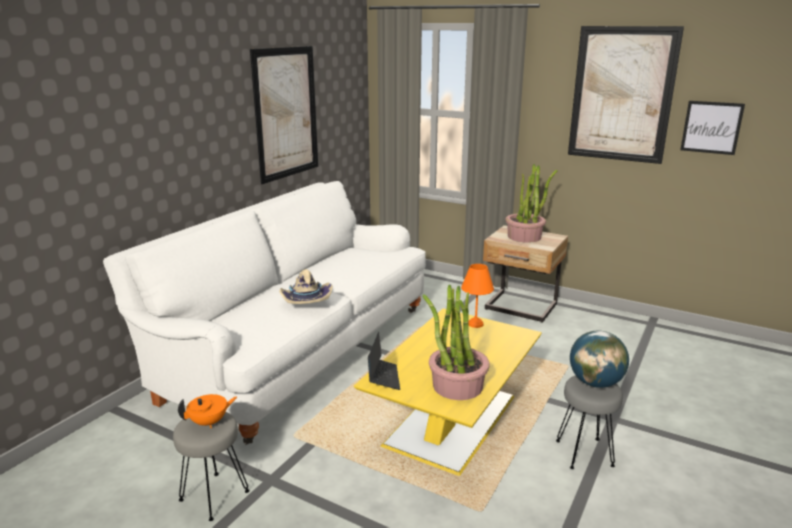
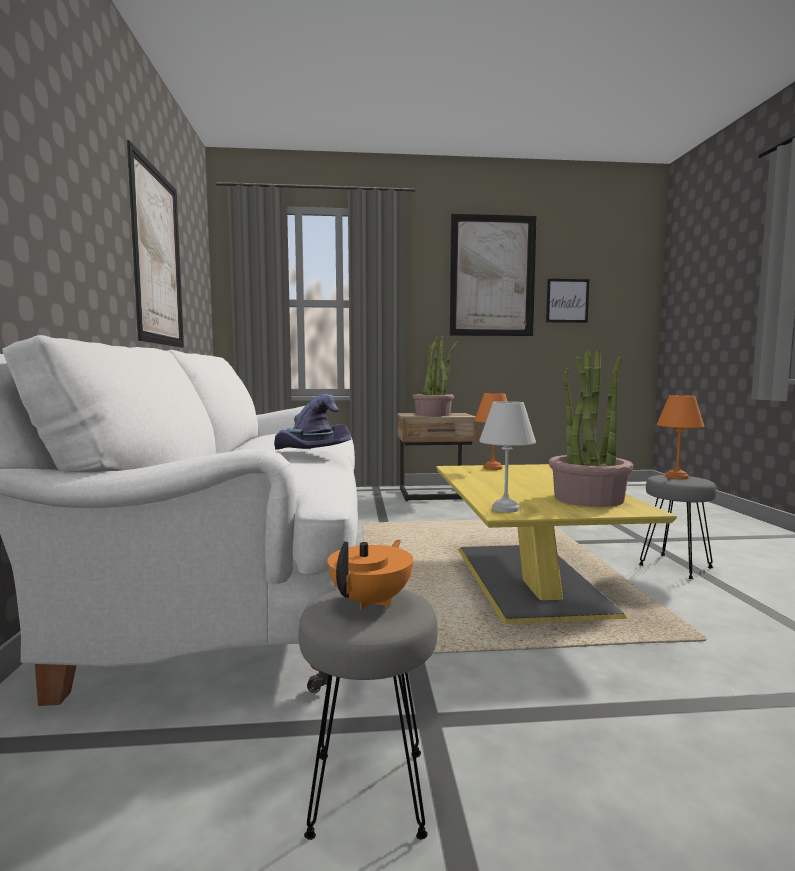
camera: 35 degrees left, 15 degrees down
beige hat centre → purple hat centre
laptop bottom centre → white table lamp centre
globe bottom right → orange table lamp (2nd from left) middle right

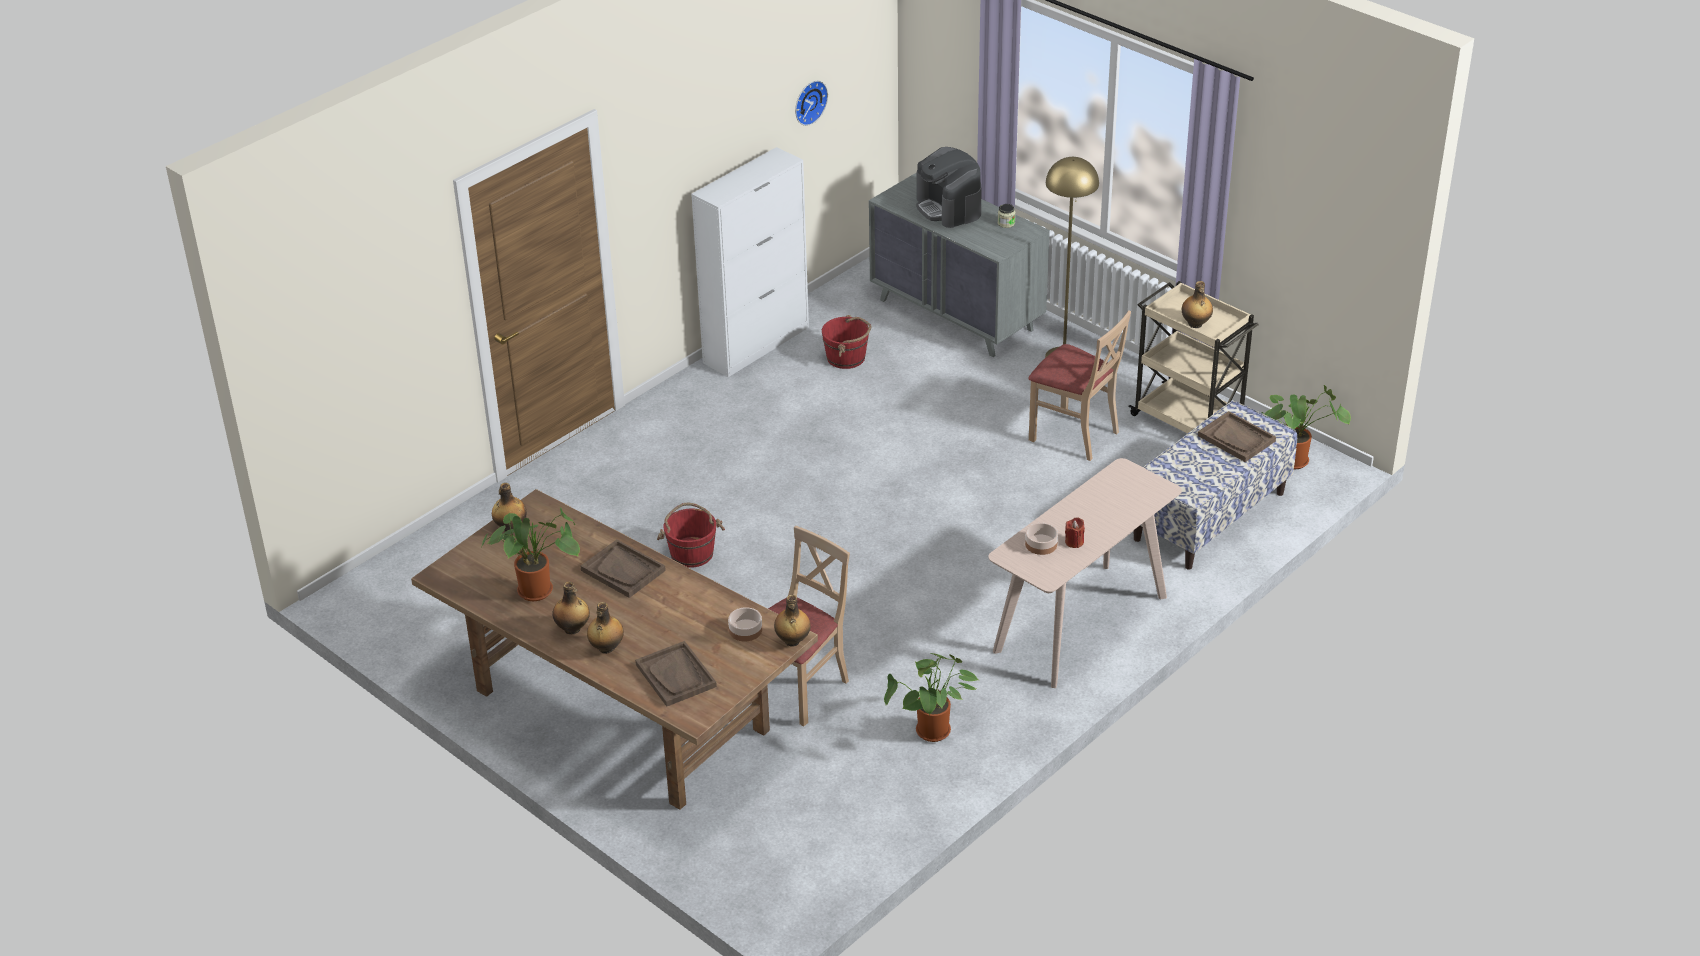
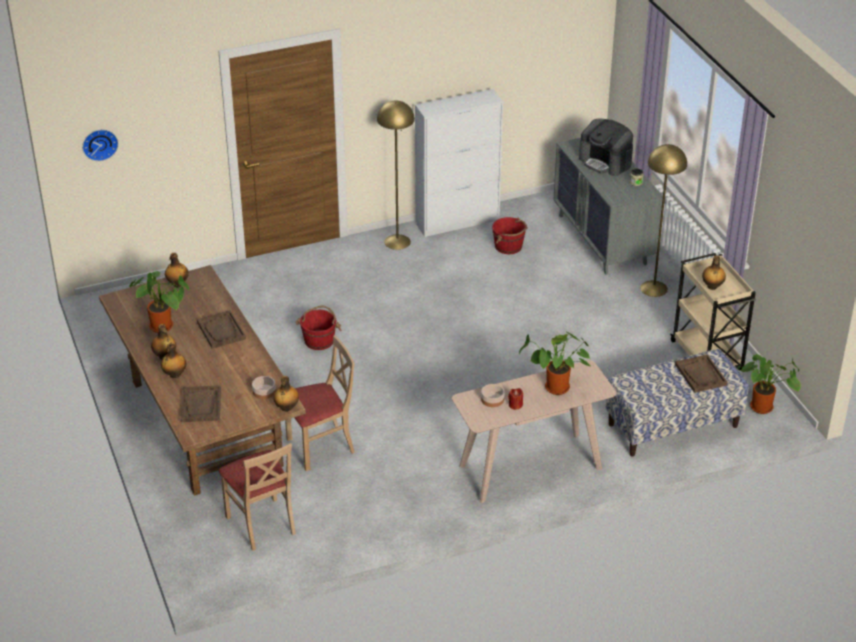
camera: 25 degrees right, 0 degrees up
wall clock top centre → wall clock top left, move
coffee machine top centre → coffee machine top right, 45 degrees counterclockwise
beige chair (2nd from left in the first image) centre → beige chair (1st from left) bottom left, move
potted plant (2nd from left) bottom centre → potted plant (2nd from left) centre, move
- → yellow floor lamp (1st from left) top centre

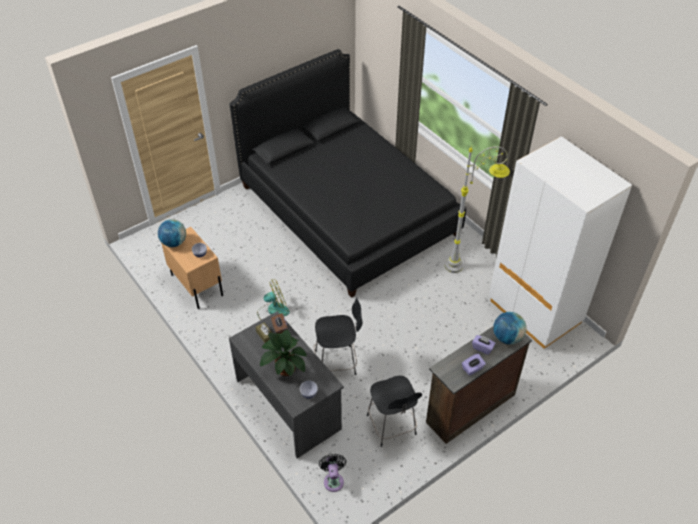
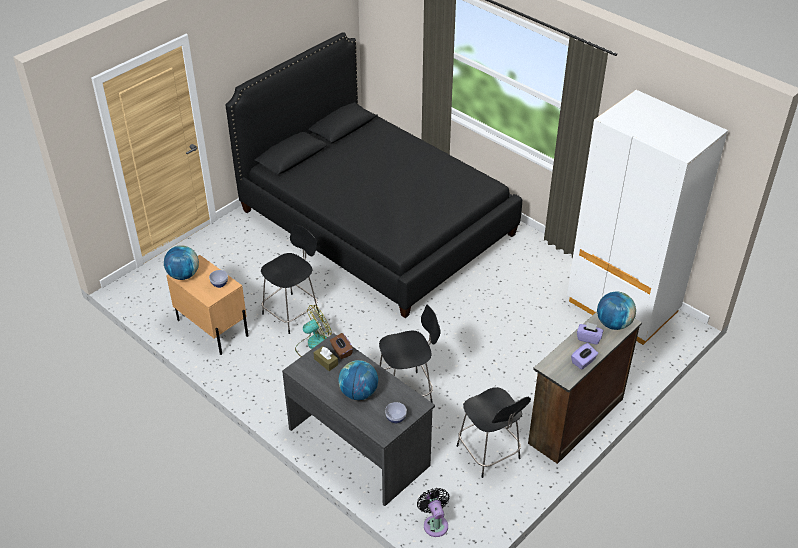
camera: 10 degrees left, 5 degrees down
grey floor lamp middle right → -
potted plant bottom centre → globe (2nd from left) bottom centre
- → black chair (1st from left) centre

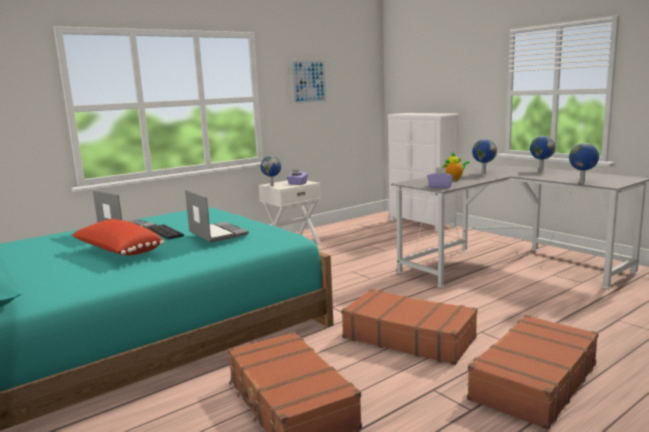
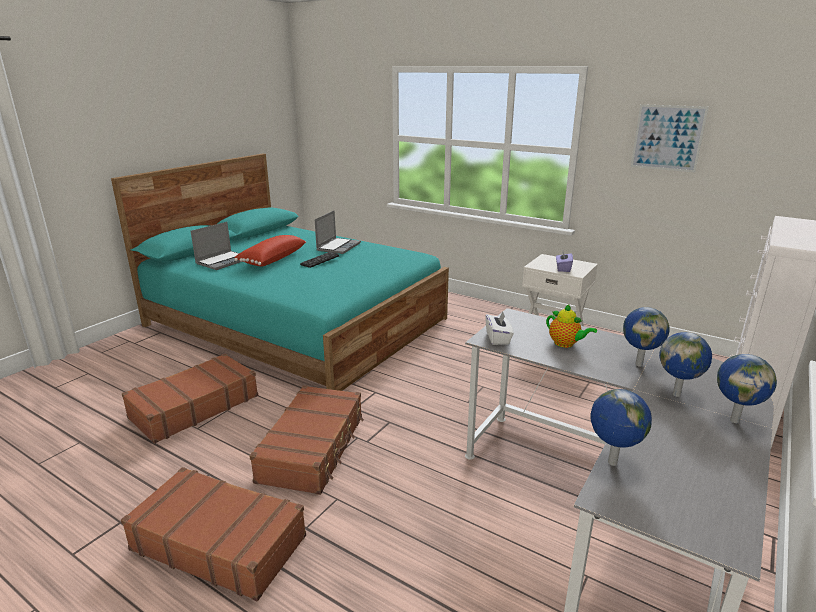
camera: 70 degrees right, 10 degrees up
globe (1st from left in the first image) centre → globe (3rd from left) middle right, move
purple tissue box (2nd from left) middle right → white tissue box centre
laptop (2nd from left in the first image) centre → laptop (1st from left) middle left, move

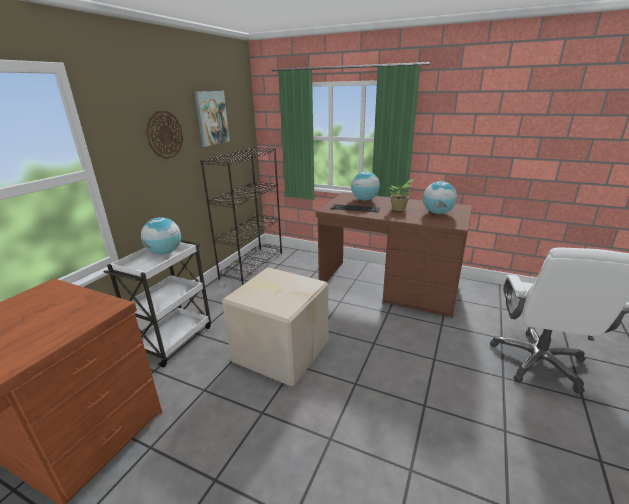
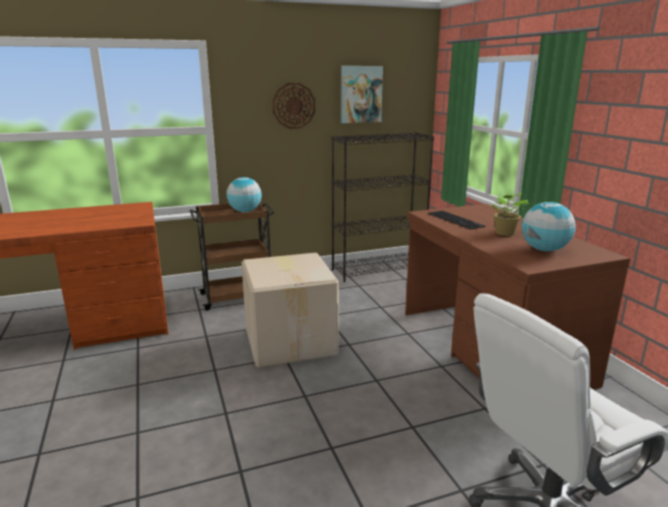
camera: 45 degrees right, 5 degrees down
globe (2nd from left) centre → -
white cart middle left → brown cart centre

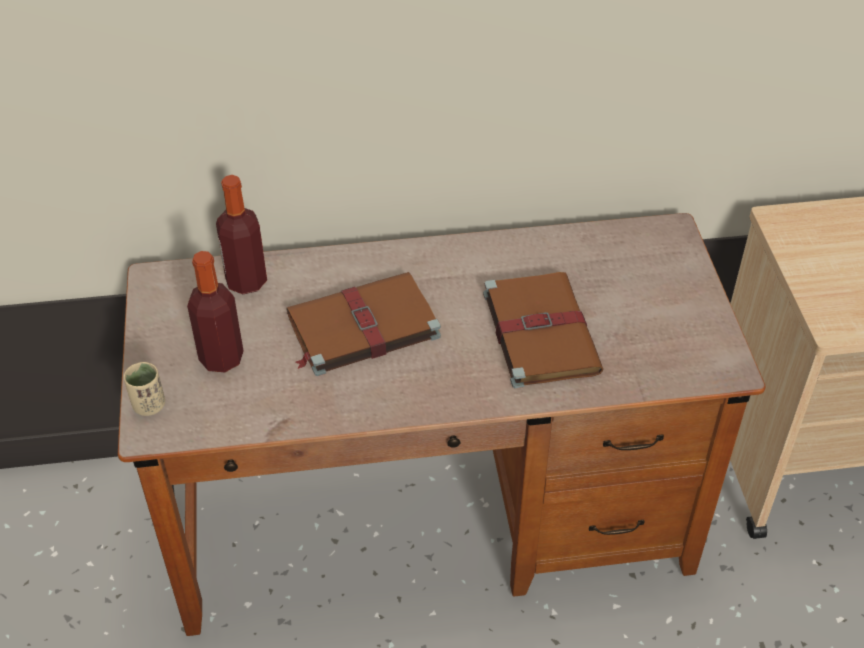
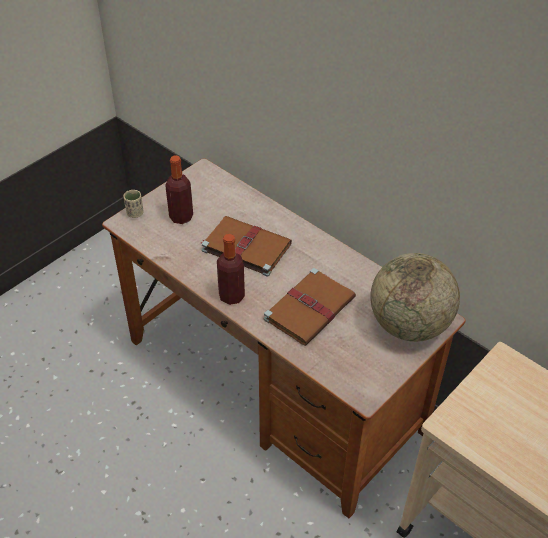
camera: 50 degrees right, 0 degrees up
bottle (2nd from left) middle left → bottle (2nd from left) centre, move
- → globe middle right

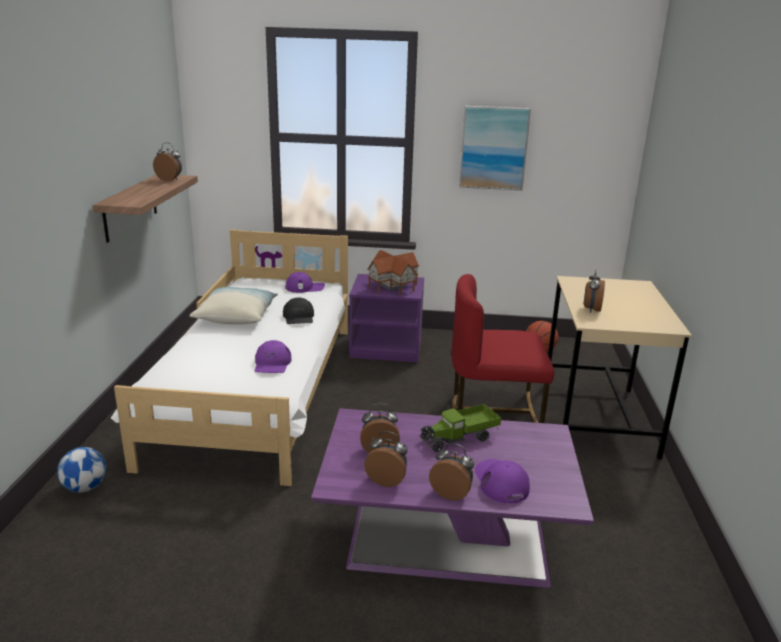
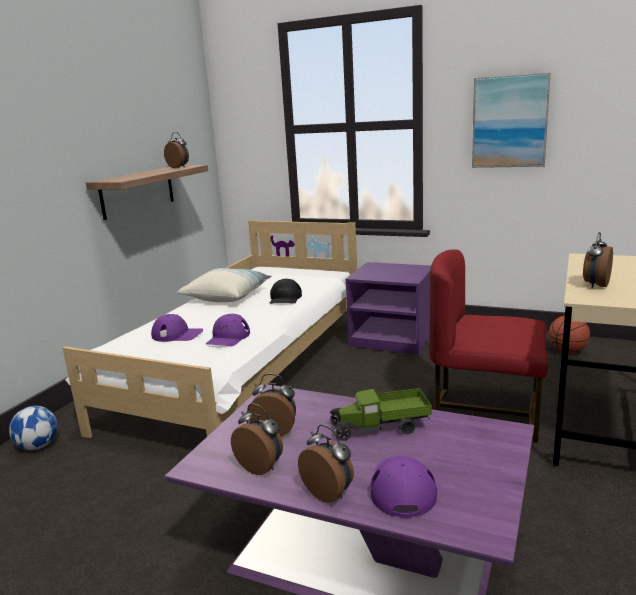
camera: 20 degrees right, 5 degrees down
toy house centre → -
purple cap (2nd from left in the first image) centre → purple cap (1st from left) middle left, move

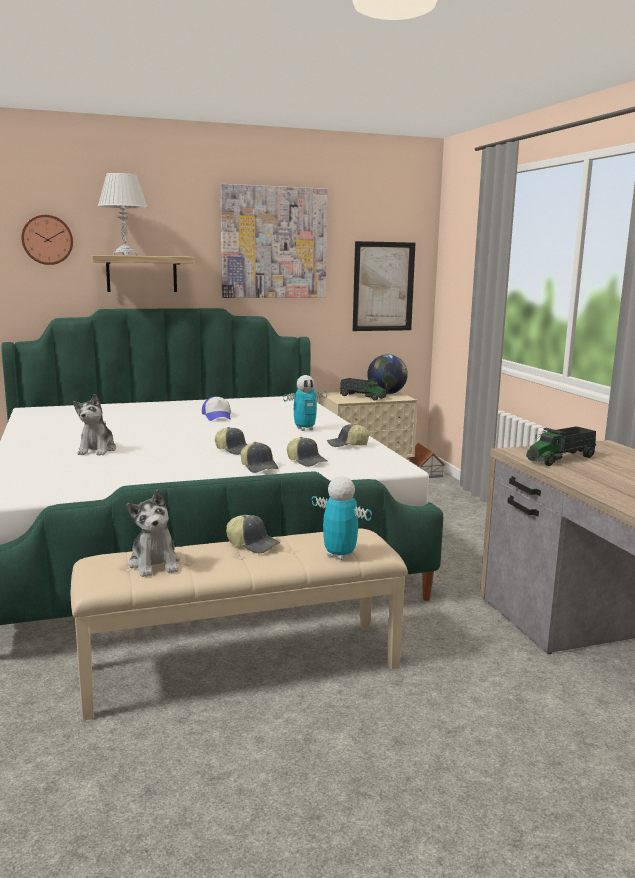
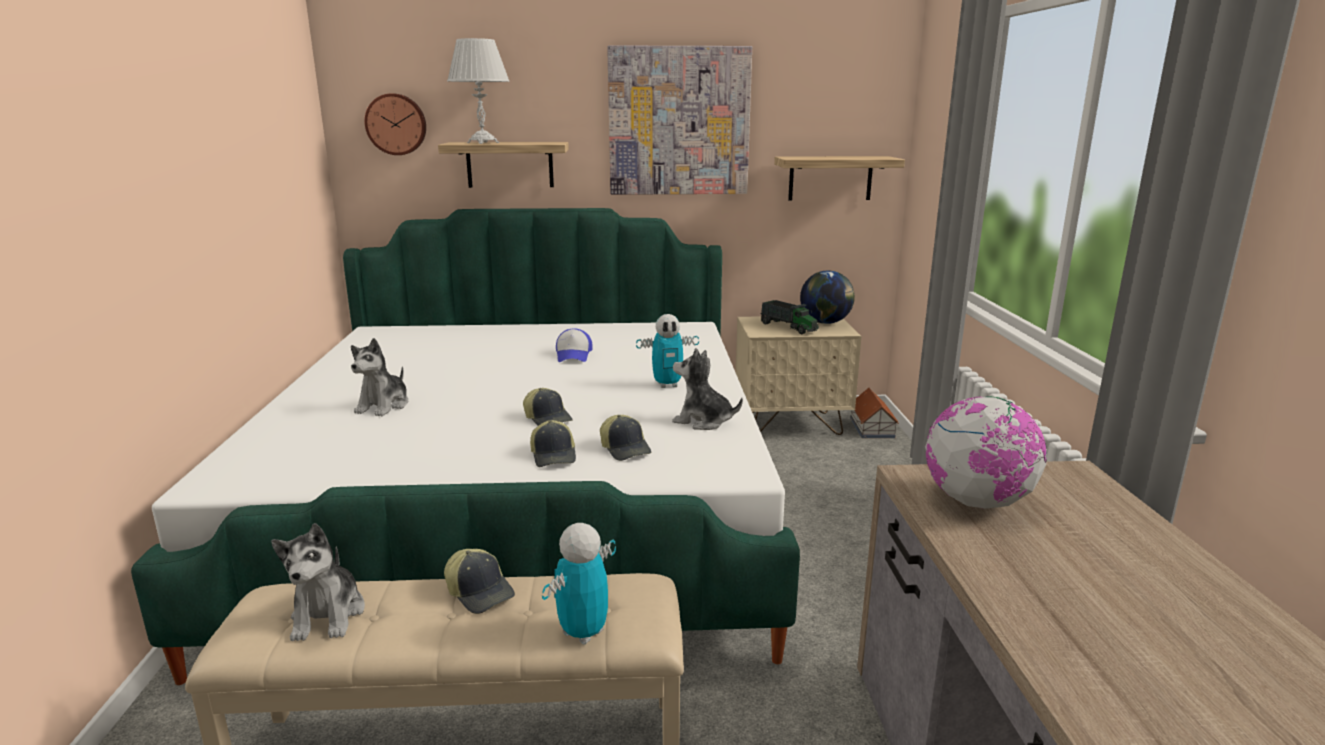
camera: 15 degrees right, 5 degrees up
picture (2nd from left) top centre → shelf (2nd from left) top centre
cap (6th from left) centre → plush toy (3rd from left) centre
toy truck (2nd from left) middle right → globe (2nd from left) middle right
toy robot (2nd from left in the first image) centre → toy robot (1st from left) bottom centre, 105 degrees counterclockwise

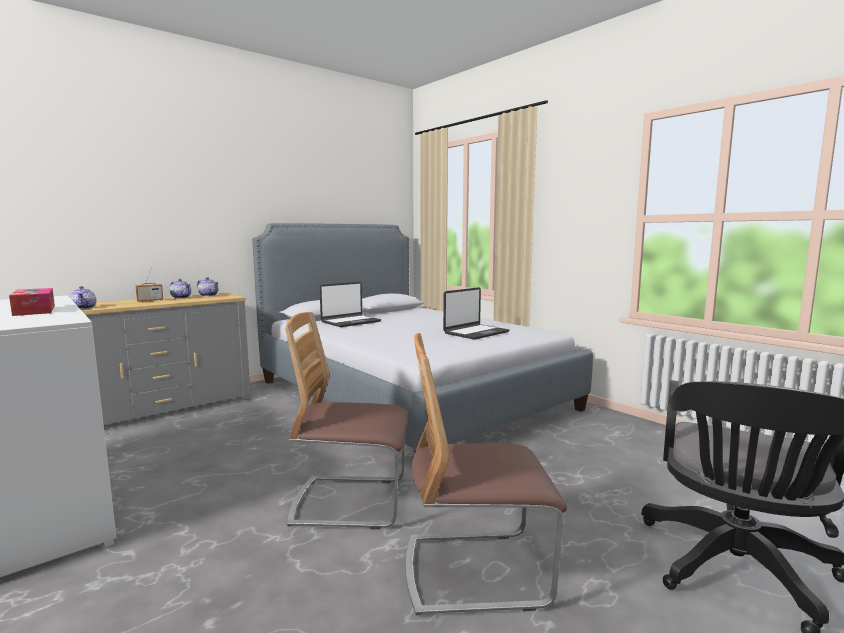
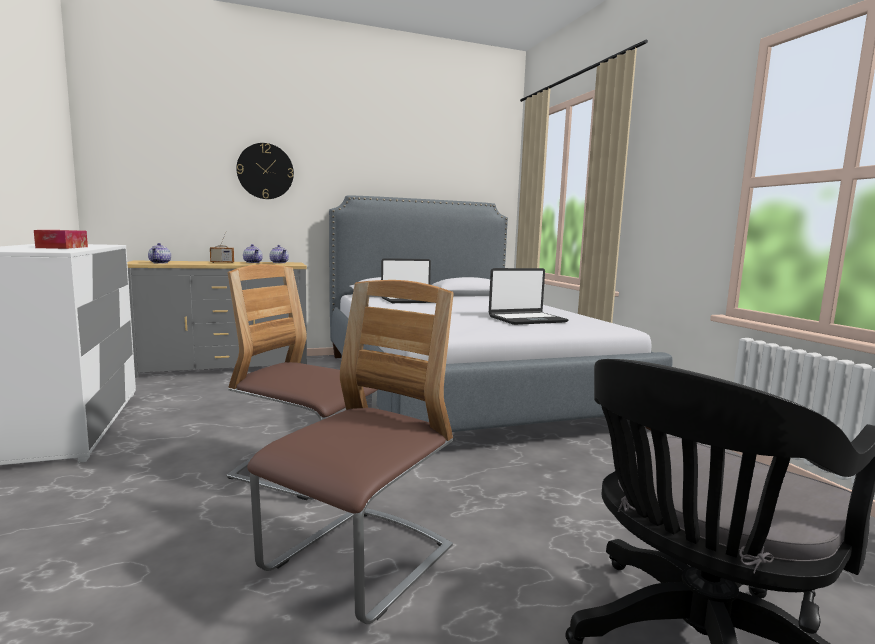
camera: 20 degrees right, 0 degrees up
chair (2nd from left) bottom centre, 105 degrees clockwise
- → wall clock top left

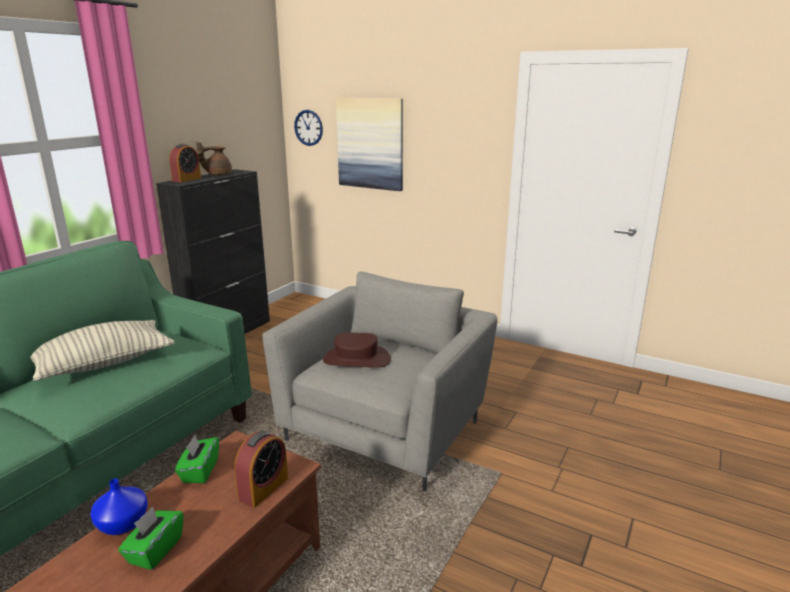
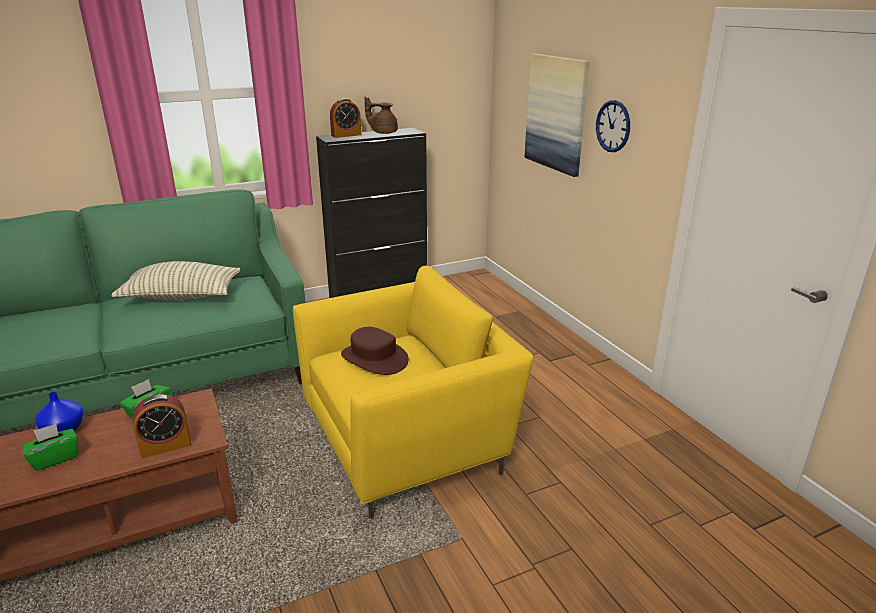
camera: 35 degrees right, 5 degrees up
wall clock top centre → wall clock top right, move
grey armchair centre → yellow armchair centre

